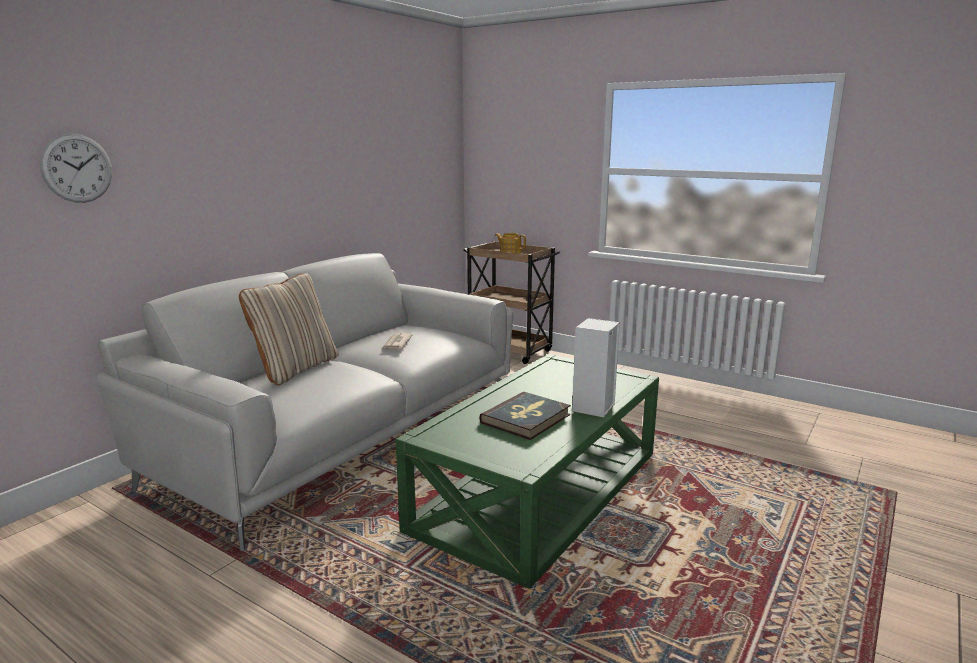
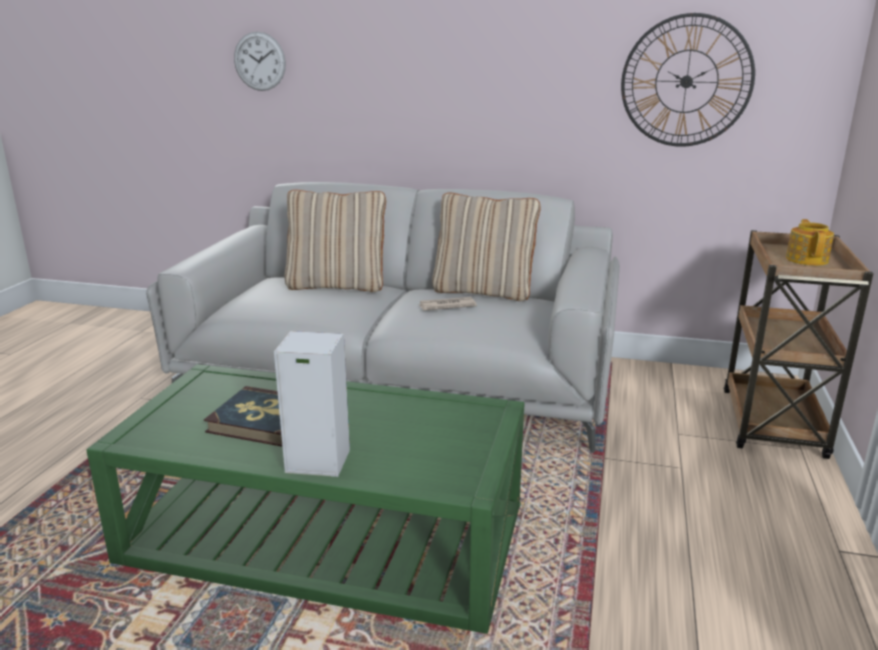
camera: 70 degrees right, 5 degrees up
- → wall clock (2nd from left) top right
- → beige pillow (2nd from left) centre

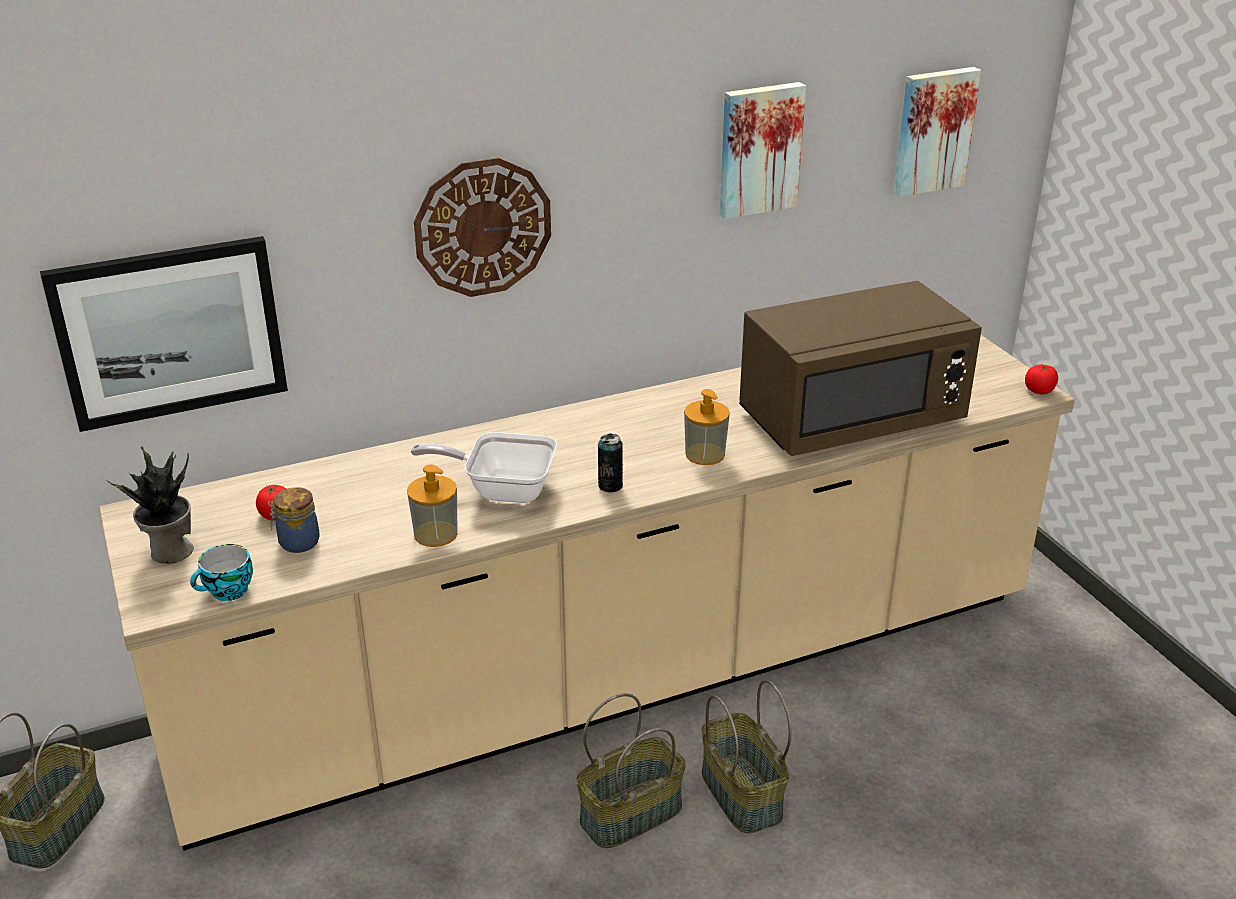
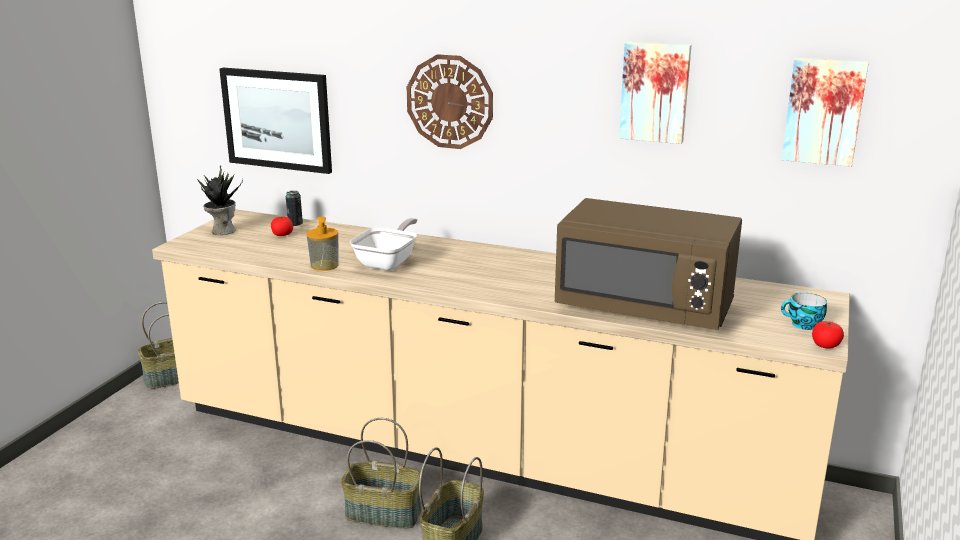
camera: 45 degrees right, 10 degrees down
soap dispenser (2nd from left) centre → -
frying pan centre, 60 degrees clockwise
can centre → can middle left, move
jar middle left → -
cup middle left → cup middle right, move

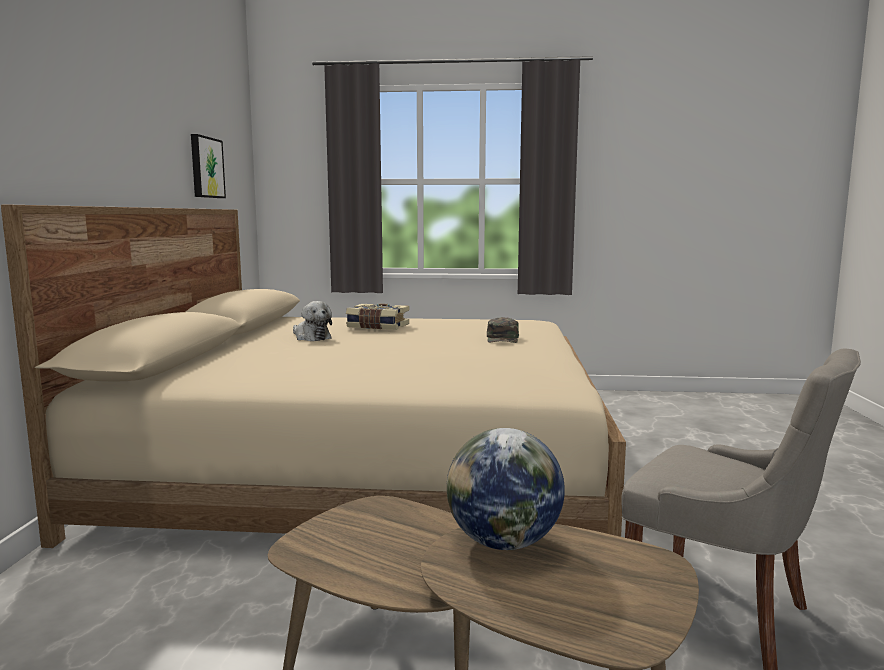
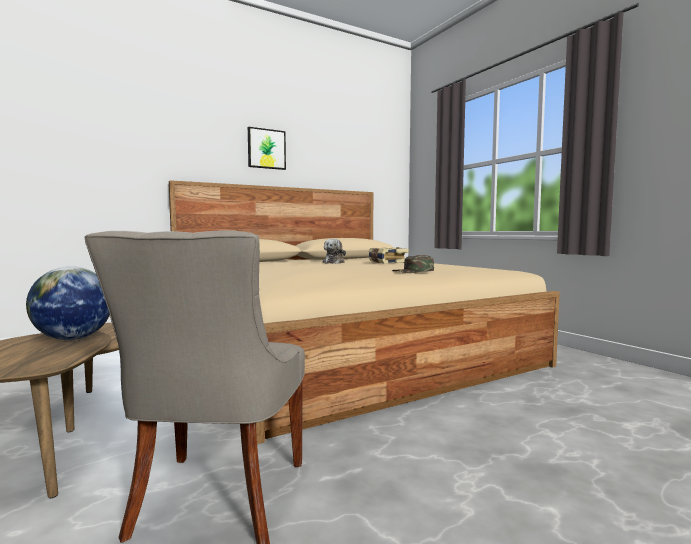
camera: 55 degrees right, 5 degrees down
picture top left → picture top centre, move

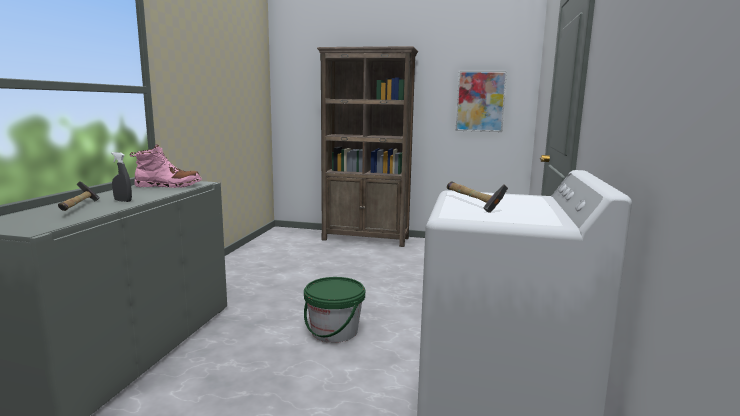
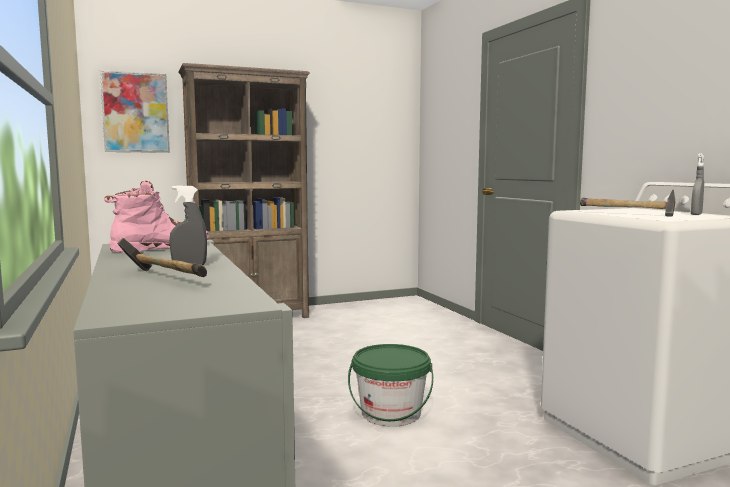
camera: 35 degrees left, 5 degrees down
picture top centre → picture top left, move
- → grey spray bottle (2nd from left) middle right

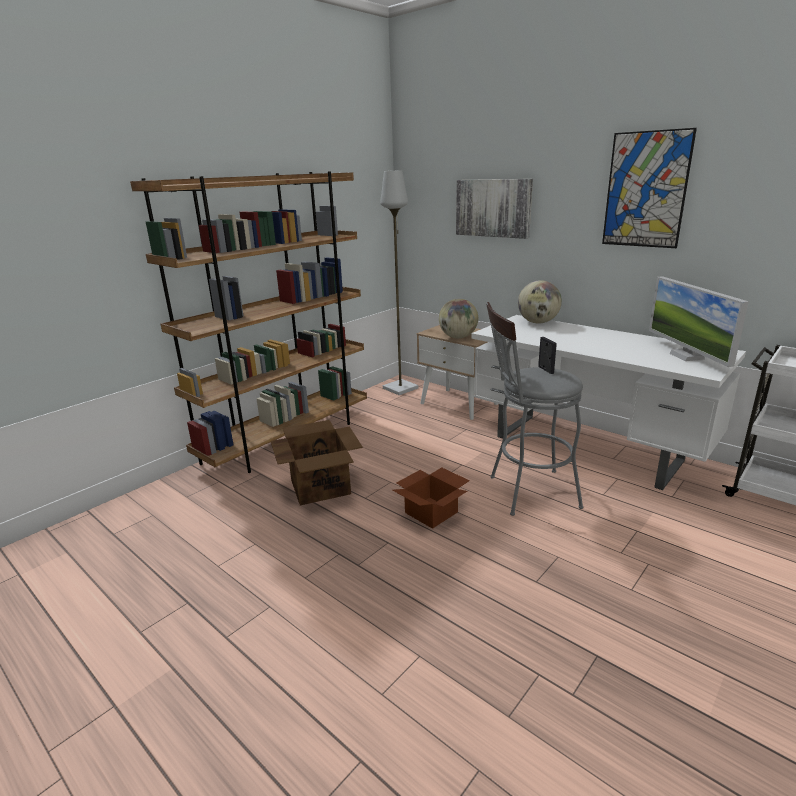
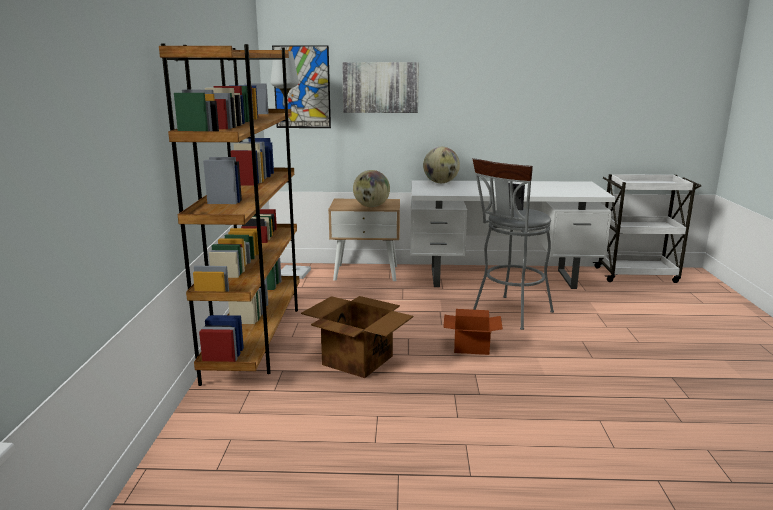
camera: 40 degrees left, 5 degrees down
picture (2nd from left in the first image) top right → picture (1st from left) top centre, move
monitor middle right → -

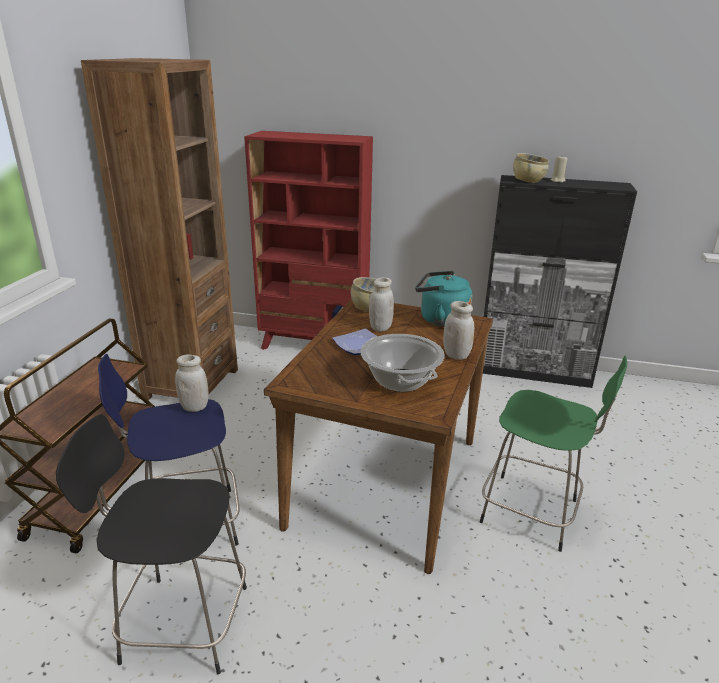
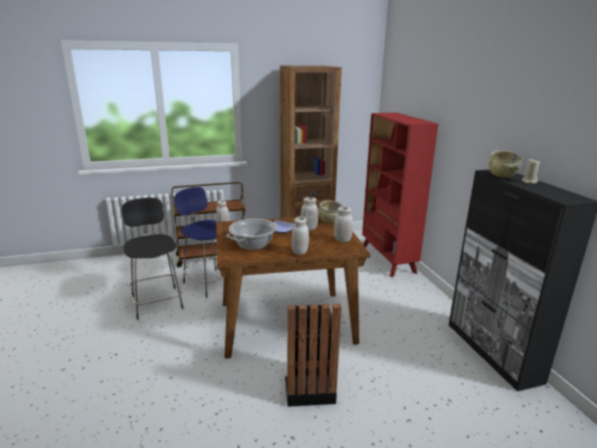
camera: 60 degrees right, 5 degrees down
turquoise kettle centre → white jar (4th from left) centre
green stool middle right → black trash can bottom centre

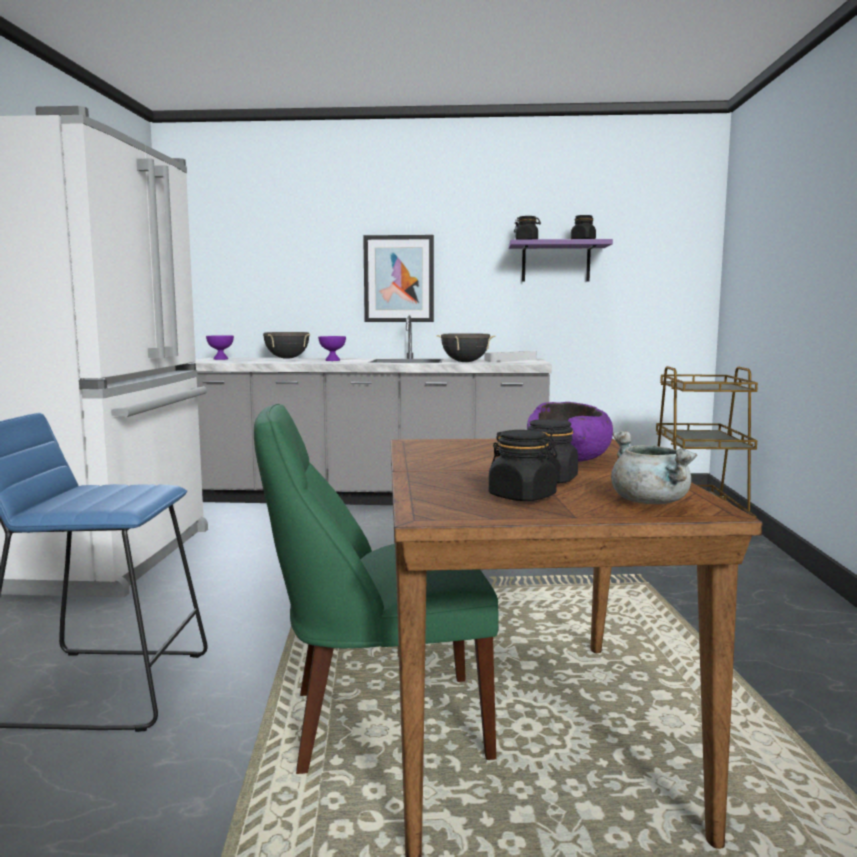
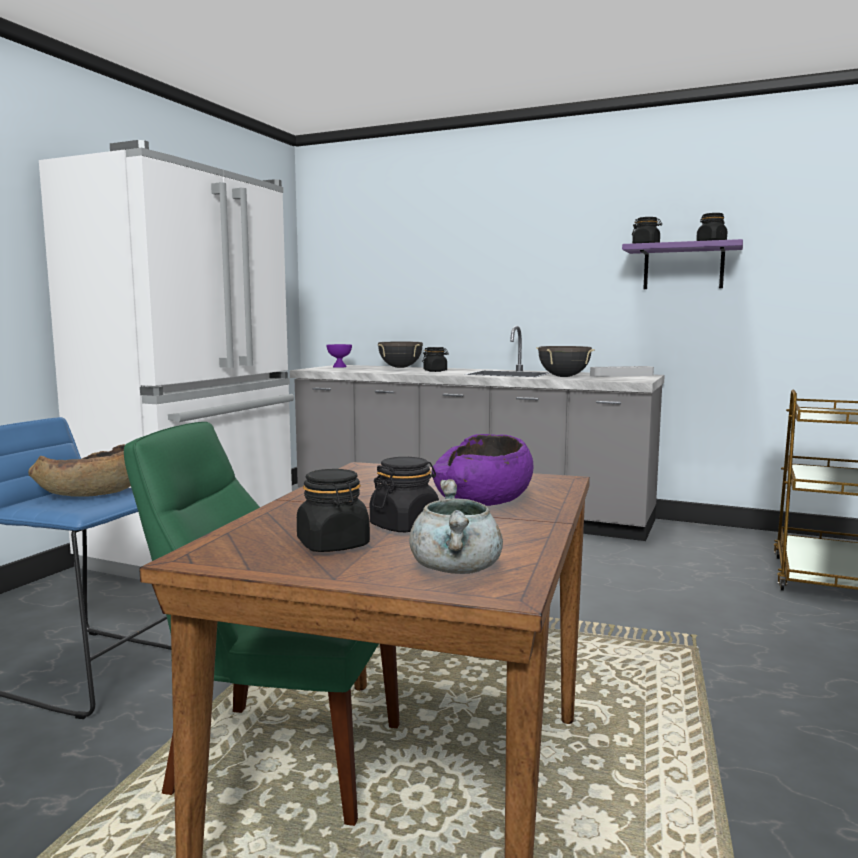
camera: 20 degrees right, 0 degrees up
picture top centre → -
purple bowl (2nd from left) centre → black jar (3rd from left) centre
- → brown bowl middle left

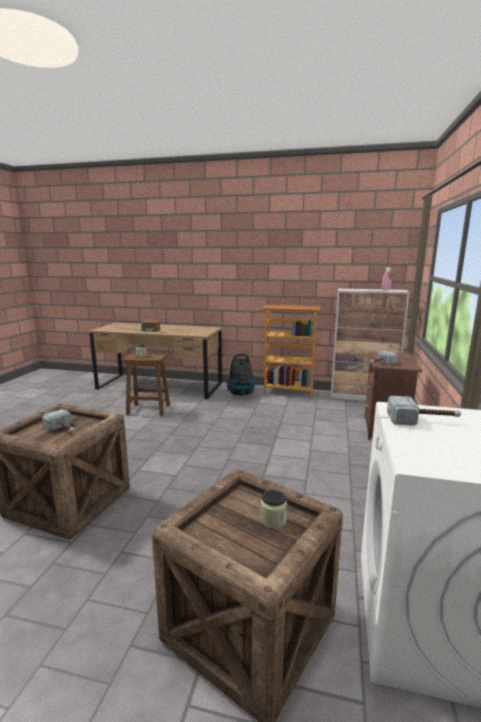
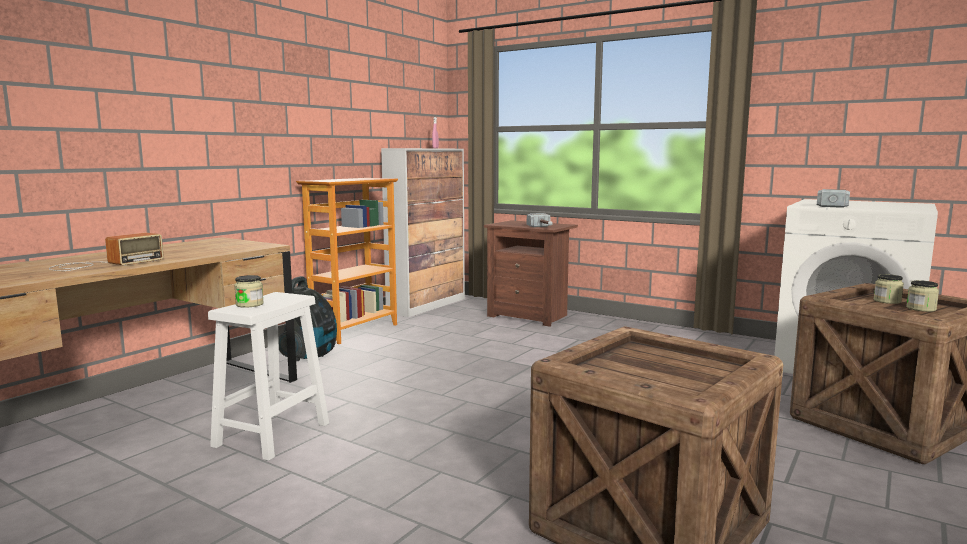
camera: 70 degrees left, 5 degrees down
brown stool middle left → white stool bottom left
hammer (1st from left) middle left → -
- → jar (3rd from left) middle right

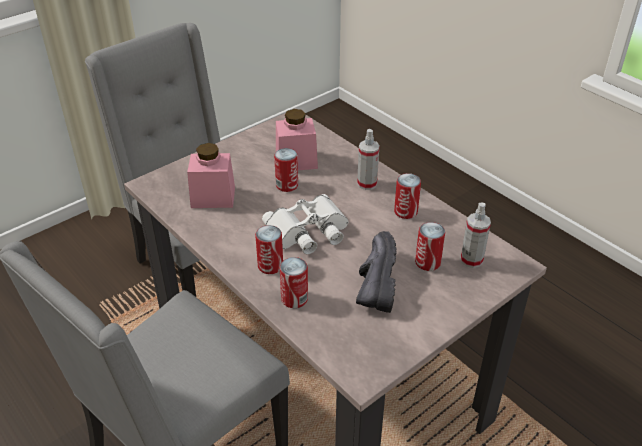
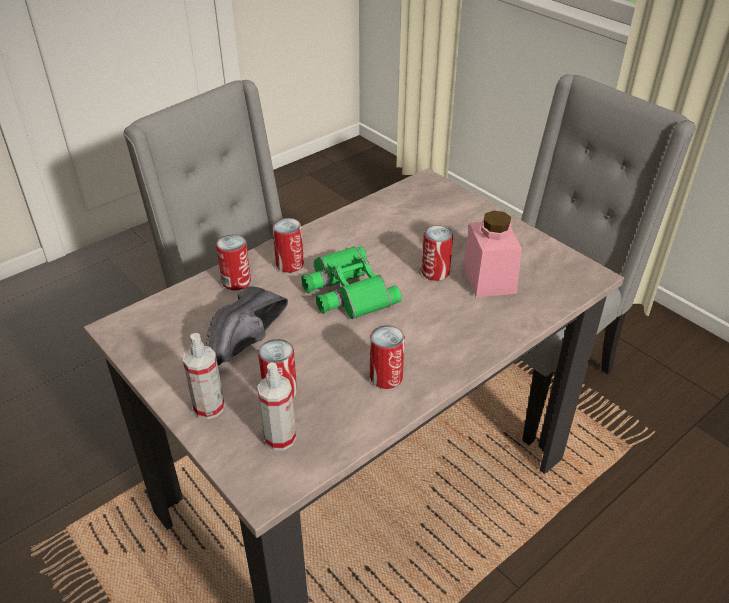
camera: 90 degrees right, 0 degrees up
spray bottle (1st from left) centre → spray bottle (1st from left) middle left, move
pink jar (1st from left) middle left → -
white binoculars centre → green binoculars centre
black shoe centre, 105 degrees clockwise

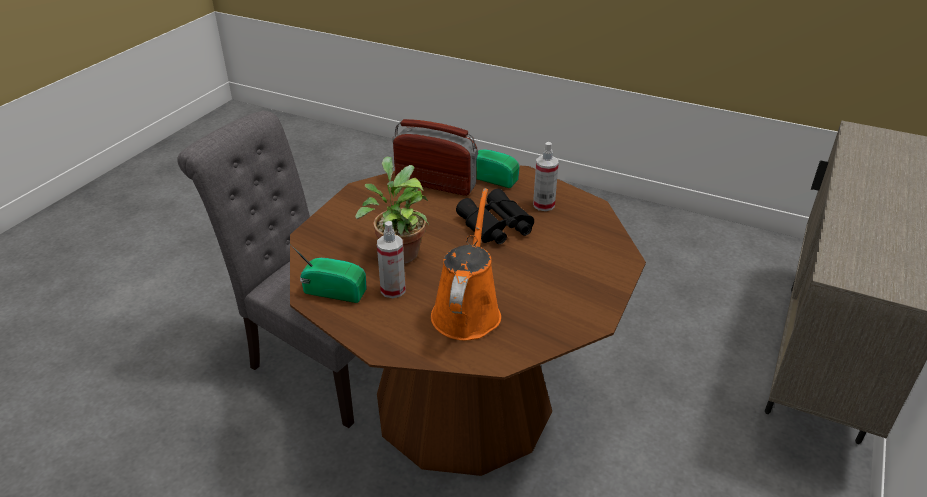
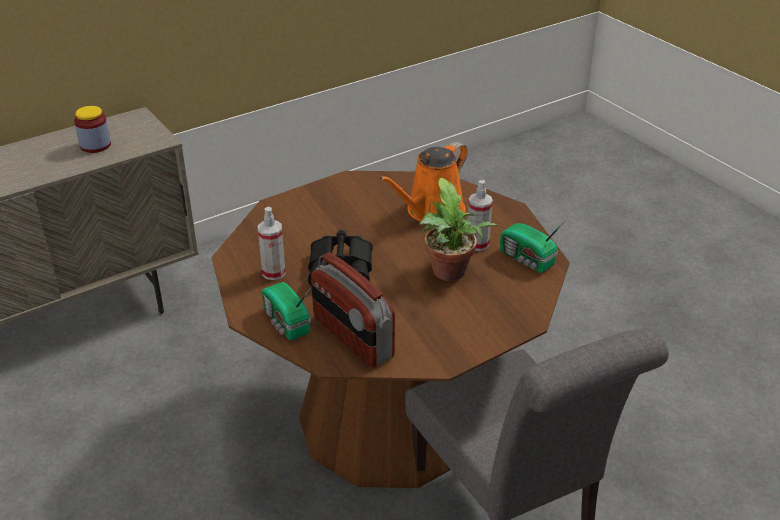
camera: 150 degrees left, 0 degrees up
- → jar top left

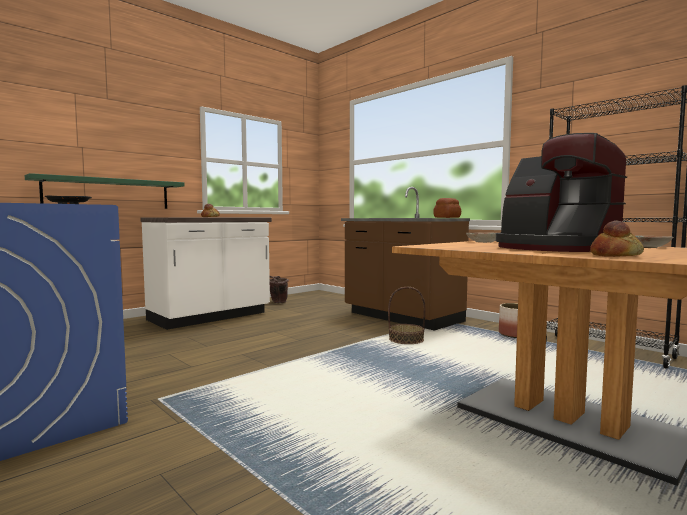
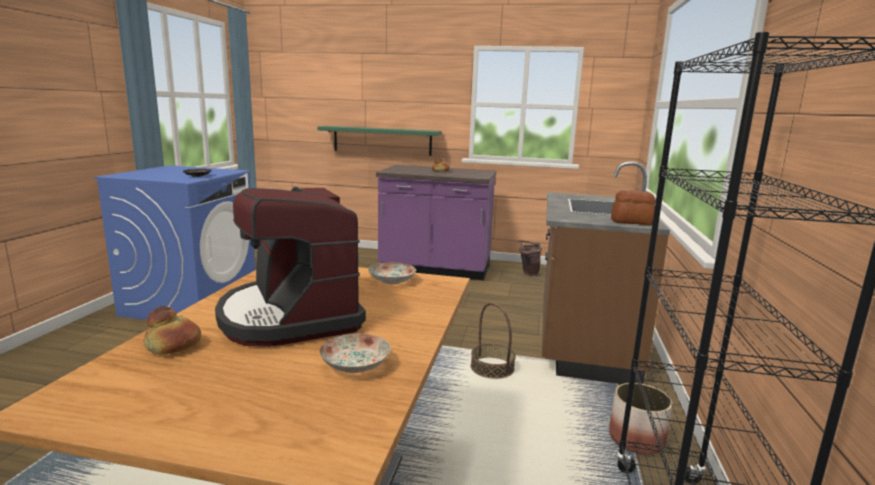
camera: 55 degrees right, 10 degrees up
coffee machine middle right → coffee machine middle left, 45 degrees counterclockwise
white counter middle left → purple counter centre

